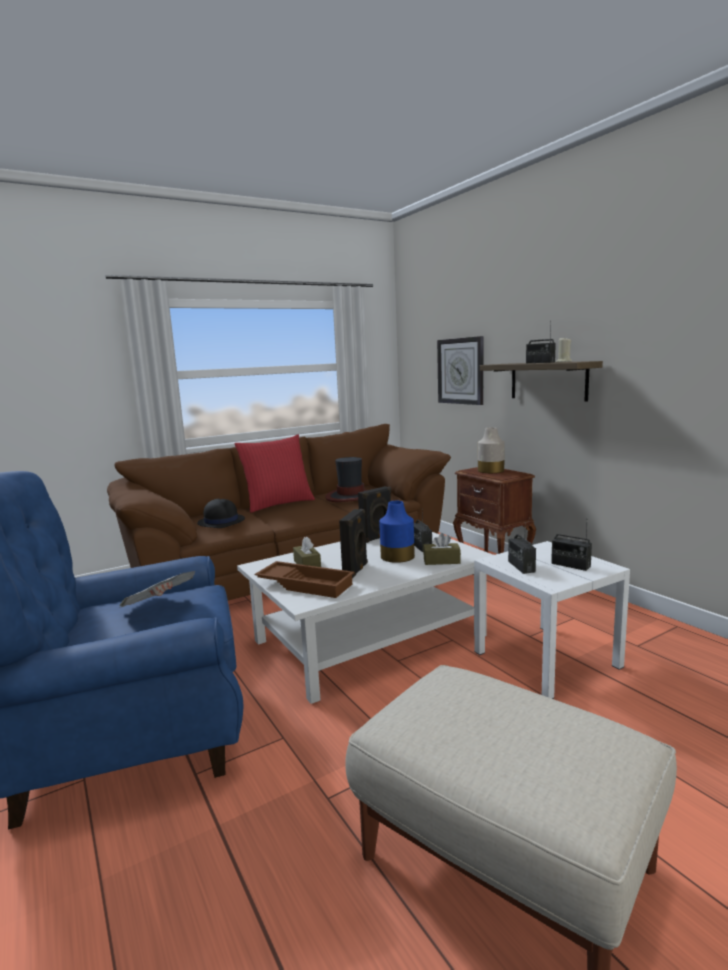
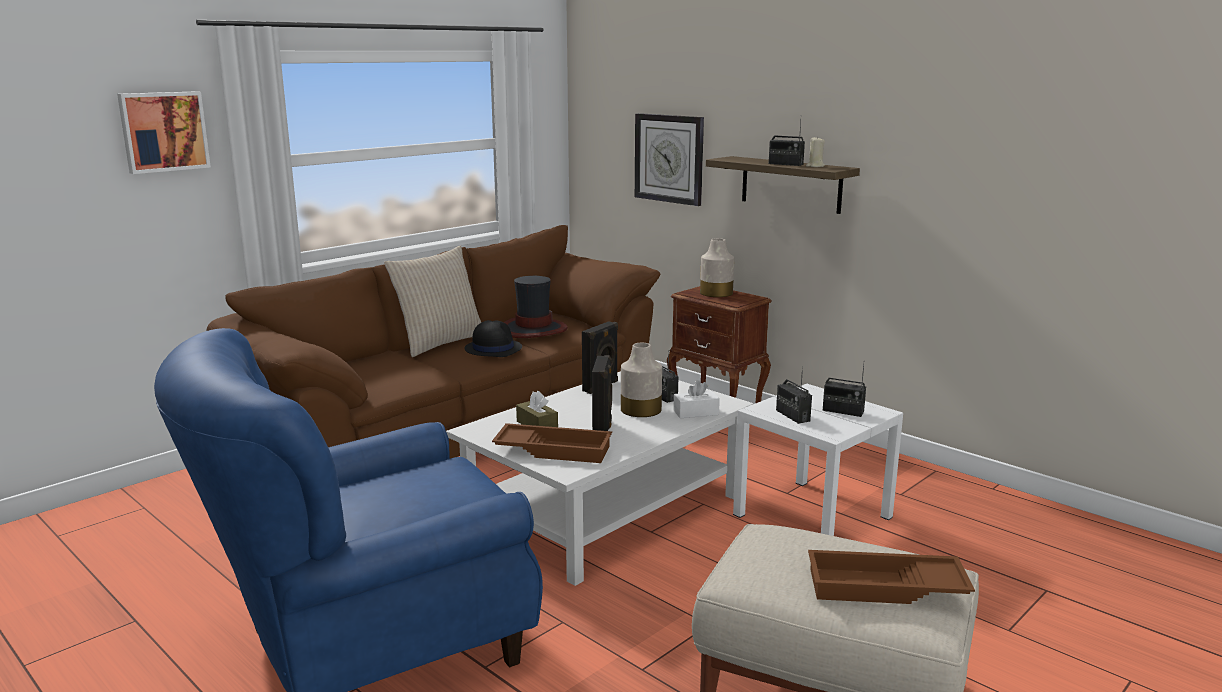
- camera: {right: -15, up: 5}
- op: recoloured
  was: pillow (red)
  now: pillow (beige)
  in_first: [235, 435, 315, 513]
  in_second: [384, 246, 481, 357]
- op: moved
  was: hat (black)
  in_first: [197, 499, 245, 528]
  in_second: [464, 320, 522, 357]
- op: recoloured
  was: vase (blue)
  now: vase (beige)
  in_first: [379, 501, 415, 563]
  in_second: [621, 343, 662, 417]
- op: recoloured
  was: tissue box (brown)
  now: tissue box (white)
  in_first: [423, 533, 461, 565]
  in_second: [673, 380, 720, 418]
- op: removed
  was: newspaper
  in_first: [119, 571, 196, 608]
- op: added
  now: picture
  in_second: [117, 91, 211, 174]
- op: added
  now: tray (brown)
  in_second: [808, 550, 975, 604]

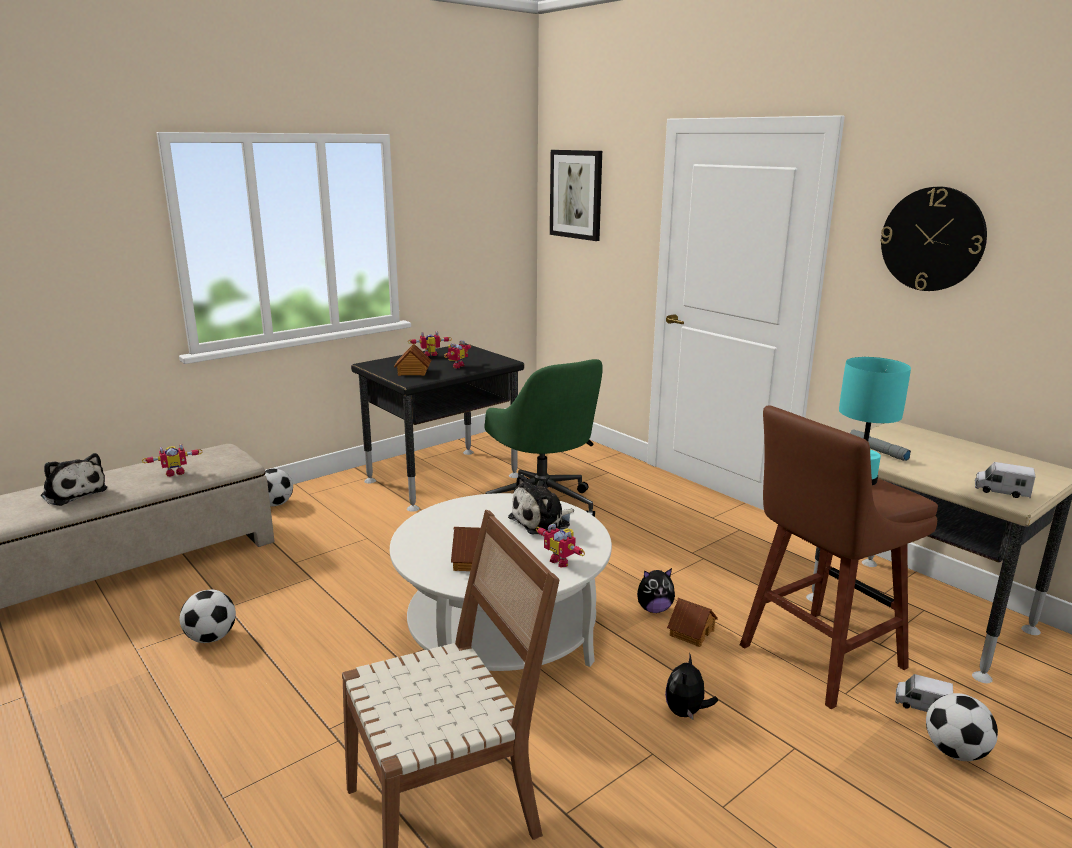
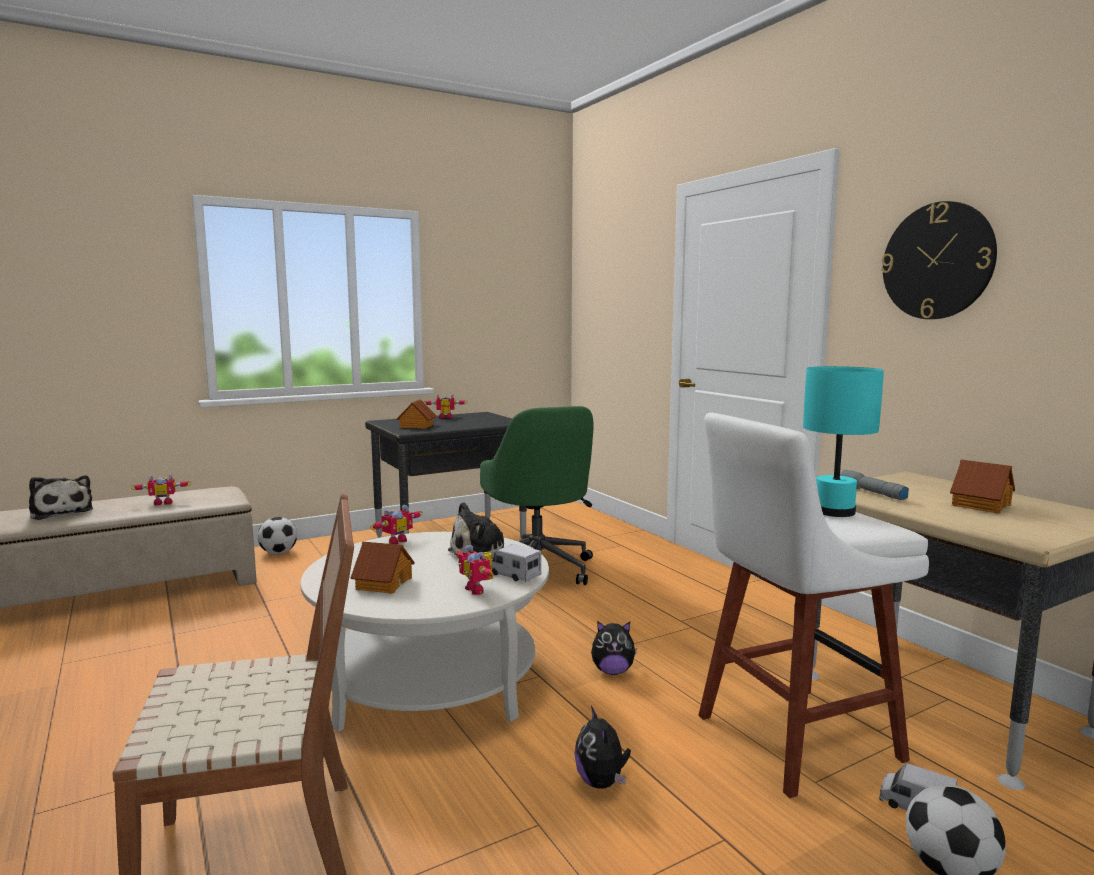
- camera: {right: 10, up: -10}
- op: removed
  was: picture
  in_first: [550, 150, 602, 241]
- op: moved
  was: toy robot
  in_first: [444, 340, 471, 369]
  in_second: [370, 505, 423, 544]
- op: recoloured
  was: stool (brown)
  now: stool (white)
  in_first: [740, 405, 938, 709]
  in_second: [698, 413, 929, 798]
- op: moved
  was: toy truck
  in_first: [975, 462, 1036, 498]
  in_second: [492, 544, 541, 582]
- op: removed
  was: football
  in_first: [180, 590, 236, 643]
- op: moved
  was: toy house
  in_first: [667, 598, 718, 647]
  in_second: [950, 459, 1015, 514]
- op: turned
  was: plush toy
  in_first: [665, 654, 718, 720]
  in_second: [574, 706, 631, 788]
  clockwise: -45

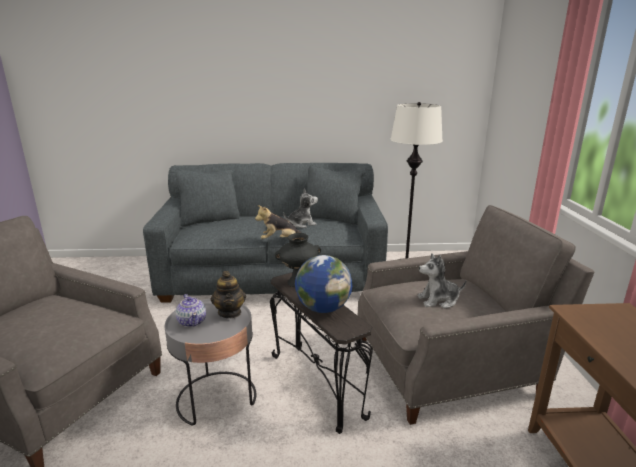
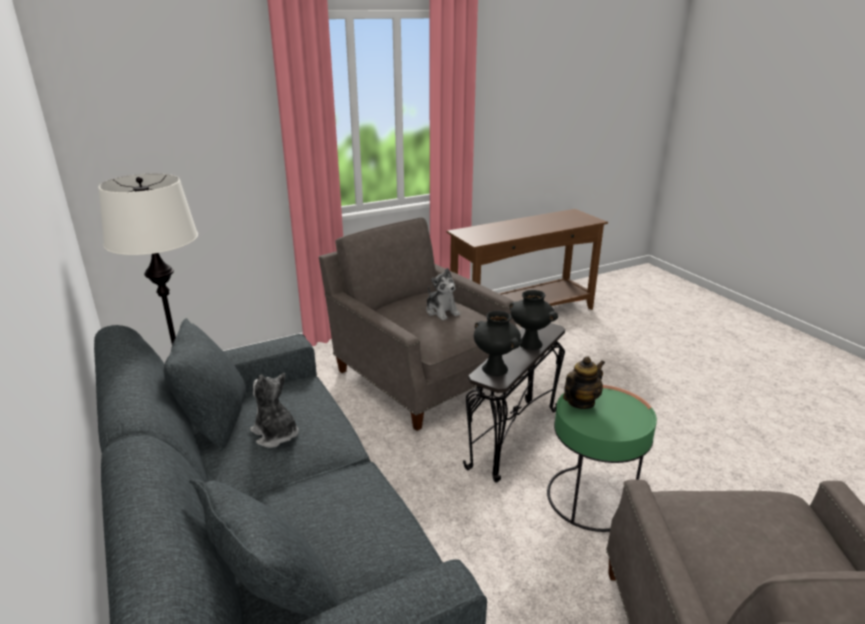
- camera: {right: -115, up: 5}
- op: removed
  was: plush toy
  in_first: [255, 205, 301, 239]
- op: replaced
  was: globe
  now: vase (black)
  in_first: [295, 255, 352, 313]
  in_second: [509, 290, 558, 350]
- op: removed
  was: teapot
  in_first: [176, 294, 206, 327]
- op: recoloured
  was: side table (grey)
  now: side table (green)
  in_first: [165, 299, 256, 426]
  in_second: [547, 385, 657, 532]

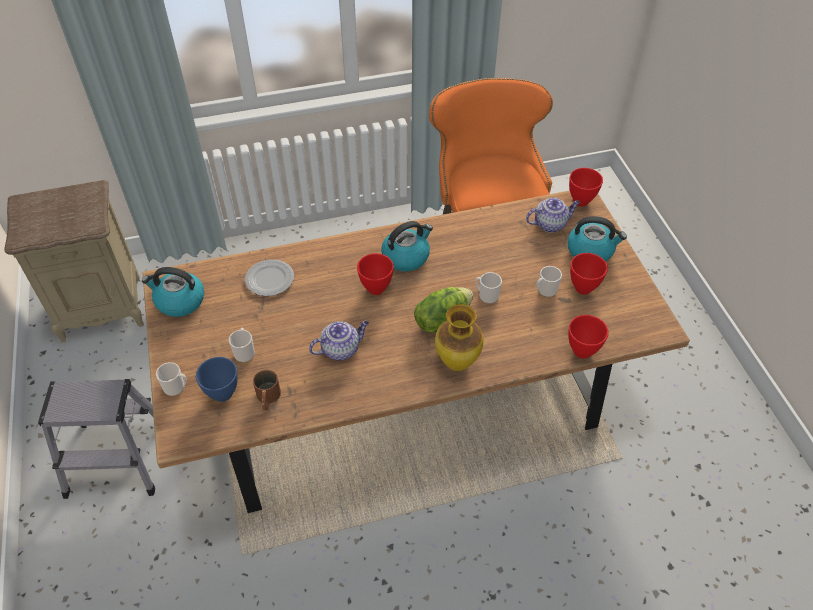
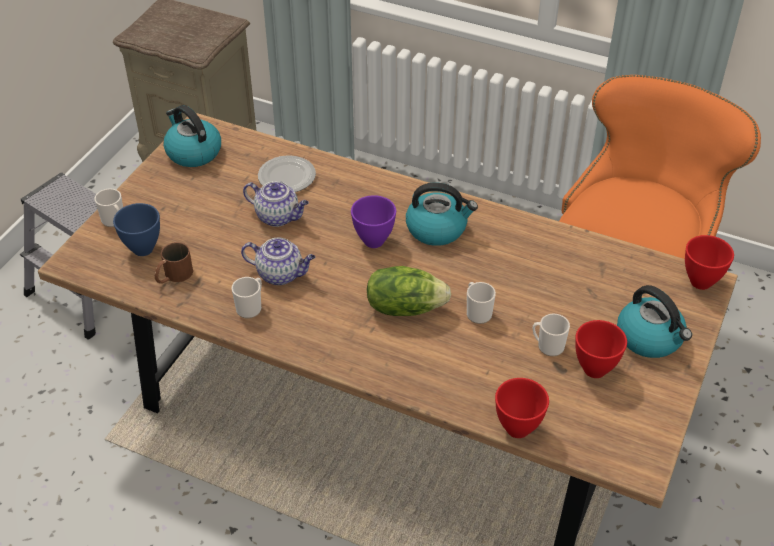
- camera: {right: 40, up: -5}
- op: moved
  was: teapot
  in_first: [526, 197, 580, 232]
  in_second: [243, 181, 309, 227]
- op: recoloured
  was: bowl (red)
  now: bowl (purple)
  in_first: [357, 253, 394, 295]
  in_second: [351, 195, 396, 248]
- op: removed
  was: vase
  in_first: [435, 304, 484, 371]
- op: moved
  was: mug
  in_first: [229, 328, 255, 363]
  in_second: [231, 277, 262, 318]

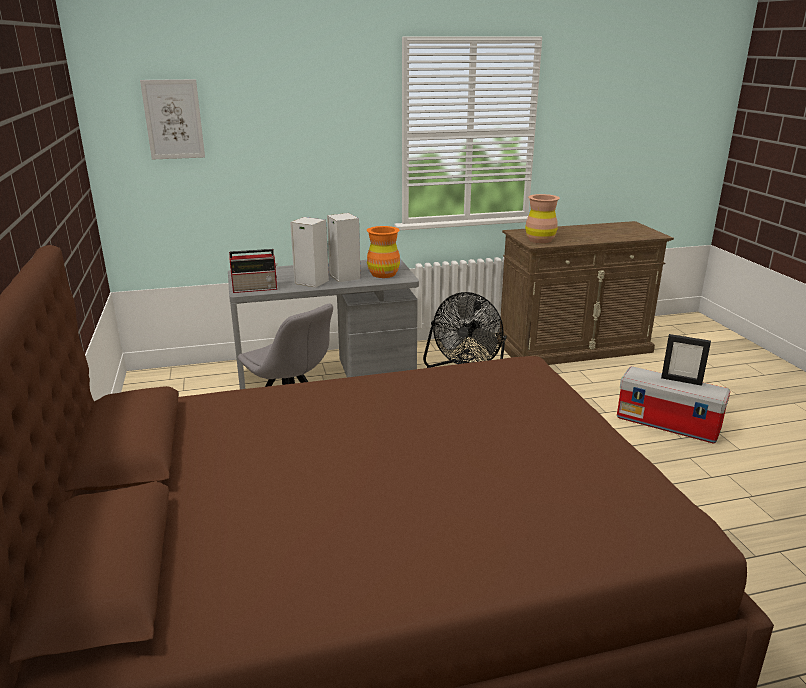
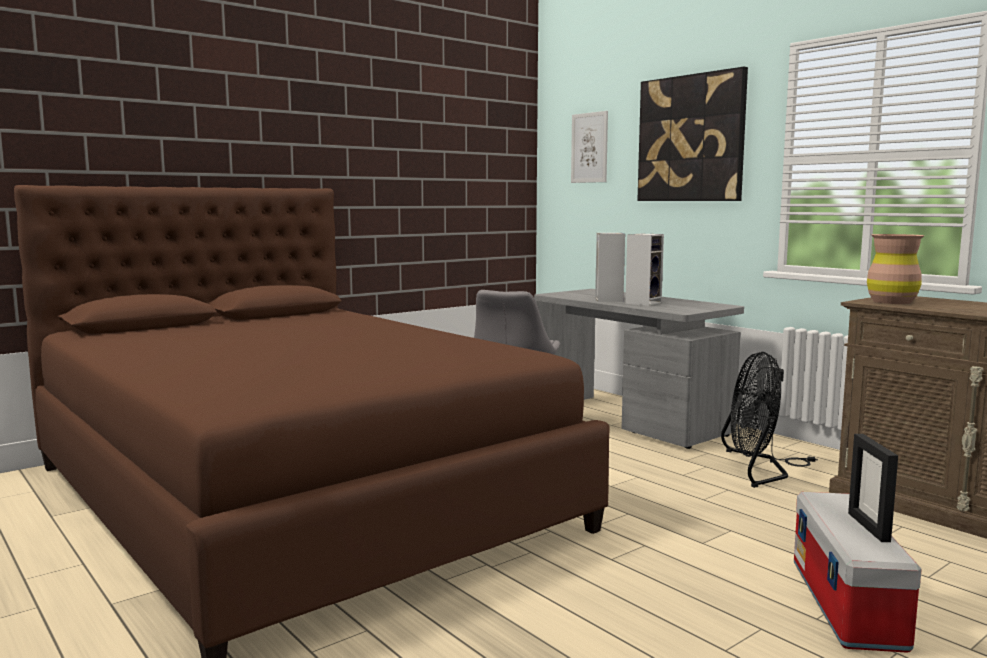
- camera: {right: 65, up: -15}
- op: removed
  was: vase (orange)
  in_first: [367, 226, 400, 278]
- op: removed
  was: radio
  in_first: [229, 249, 277, 293]
- op: added
  now: picture
  in_second: [637, 67, 748, 201]

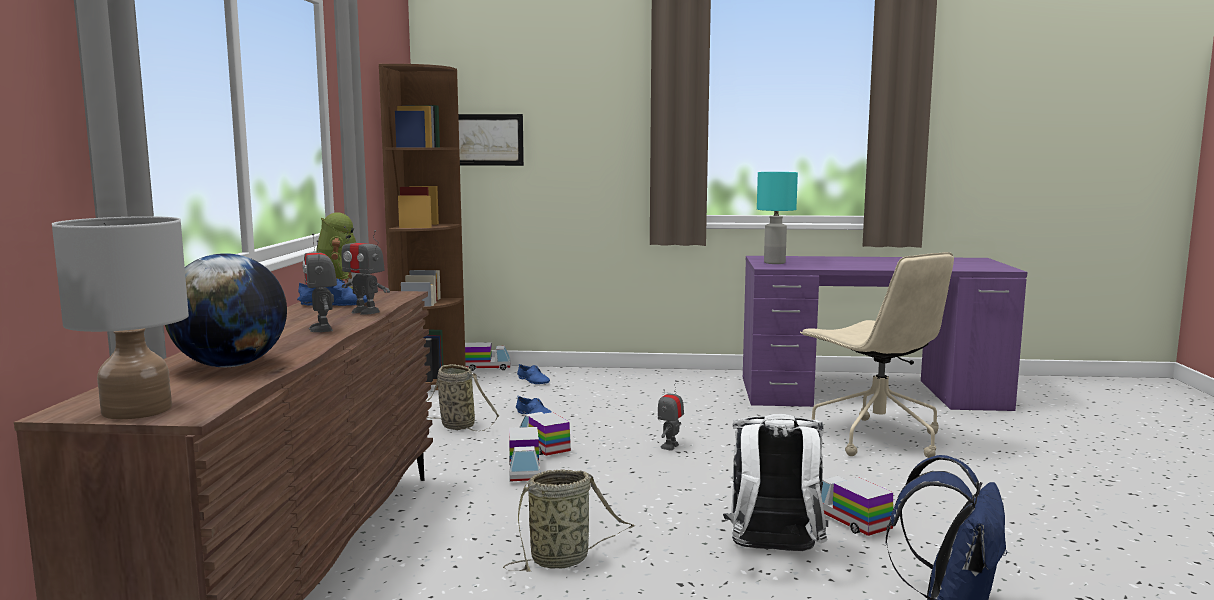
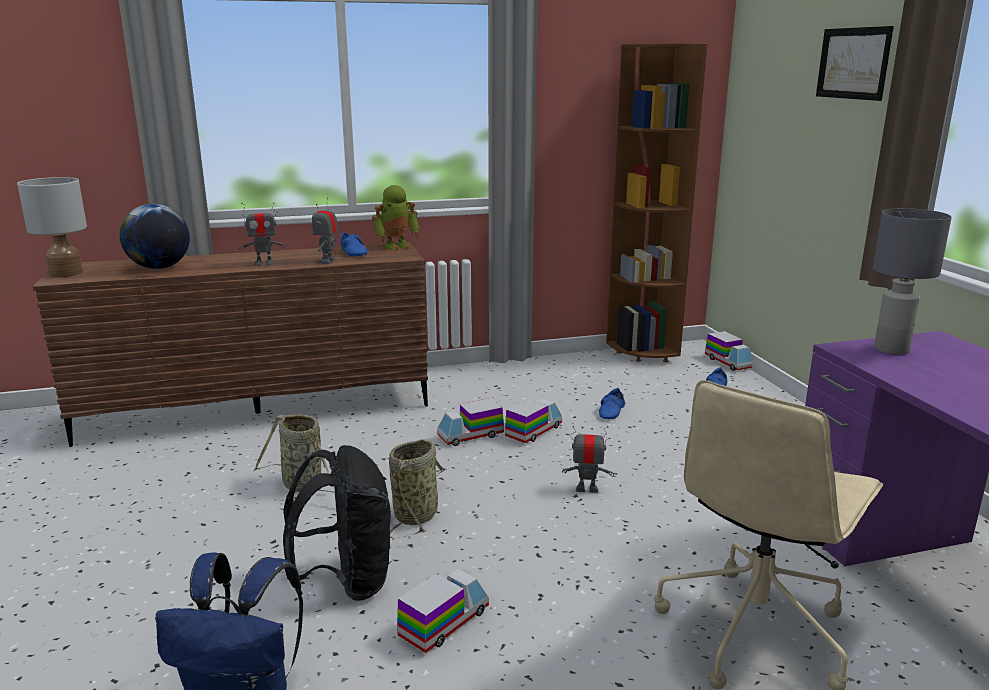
- camera: {right: 70, up: 10}
- op: moved
  was: picture
  in_first: [458, 114, 524, 166]
  in_second: [816, 26, 894, 101]
- op: recoloured
  was: table lamp (turquoise)
  now: table lamp (grey)
  in_first: [757, 172, 798, 264]
  in_second: [873, 208, 952, 355]
- op: turned
  was: toy robot
  in_first: [303, 233, 337, 332]
  in_second: [239, 203, 287, 266]
  clockwise: -150
- op: moved
  was: basket
  in_first: [426, 364, 499, 431]
  in_second: [389, 439, 447, 538]
- op: recoloured
  was: backpack (white)
  now: backpack (black)
  in_first: [723, 414, 828, 551]
  in_second: [283, 445, 392, 601]

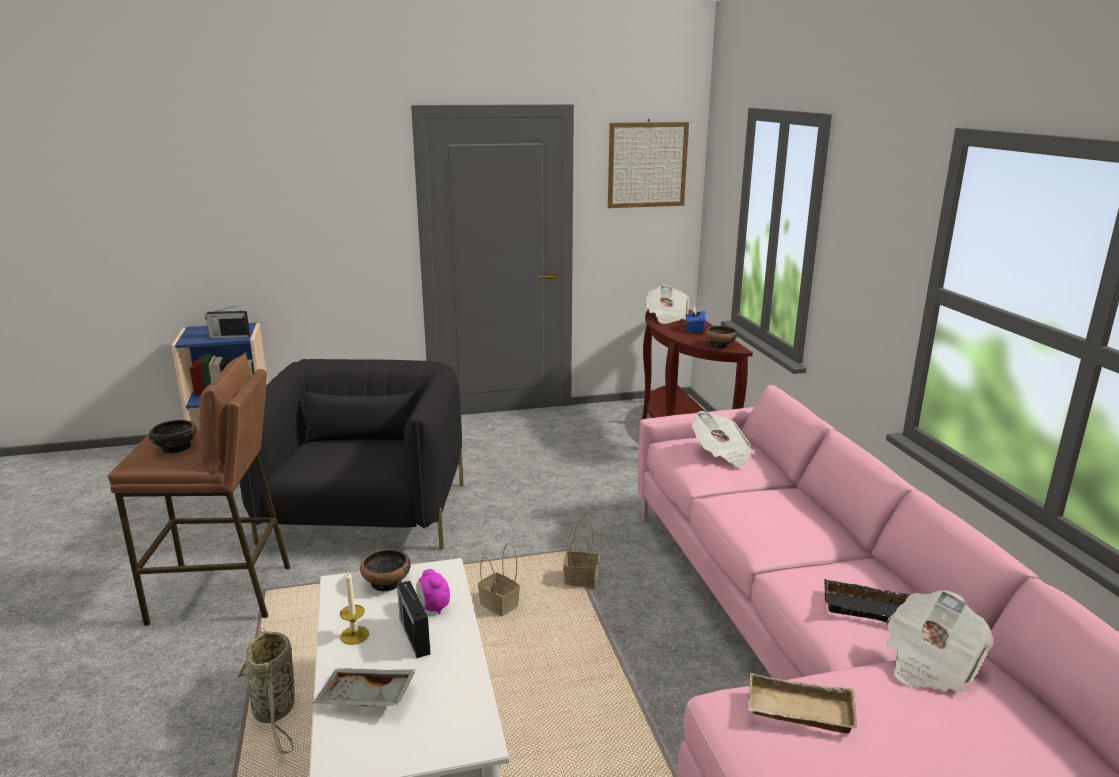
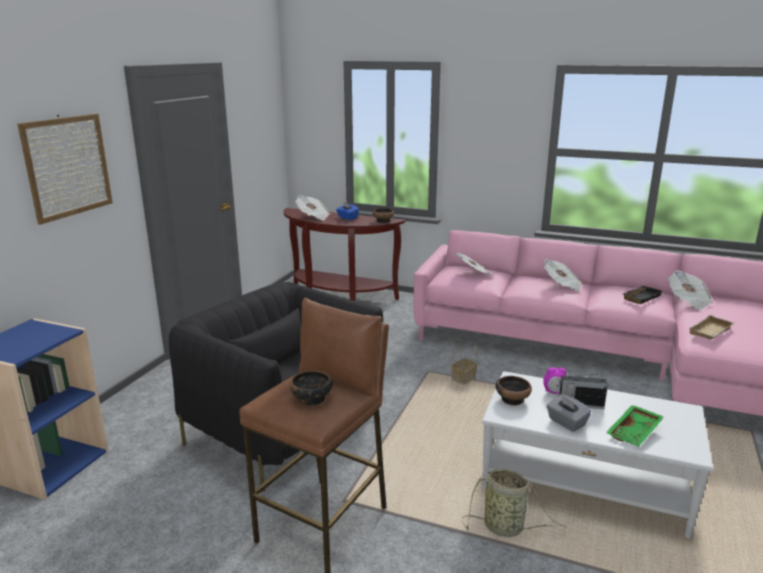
- camera: {right: -55, up: 0}
- op: moved
  was: picture
  in_first: [608, 119, 689, 208]
  in_second: [17, 114, 113, 225]
- op: removed
  was: radio
  in_first: [205, 305, 250, 338]
- op: removed
  was: basket
  in_first: [478, 543, 520, 616]
- op: replaced
  was: candle
  now: tissue box (grey)
  in_first: [340, 571, 369, 645]
  in_second: [546, 394, 591, 432]
- op: recoloured
  was: tray (grey)
  now: tray (green)
  in_first: [313, 668, 416, 707]
  in_second: [606, 405, 664, 446]
- op: added
  now: newspaper
  in_second: [544, 259, 582, 292]

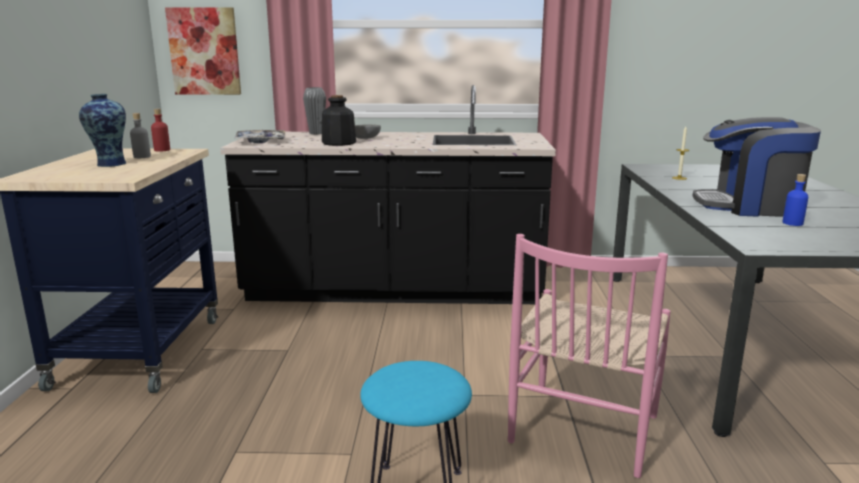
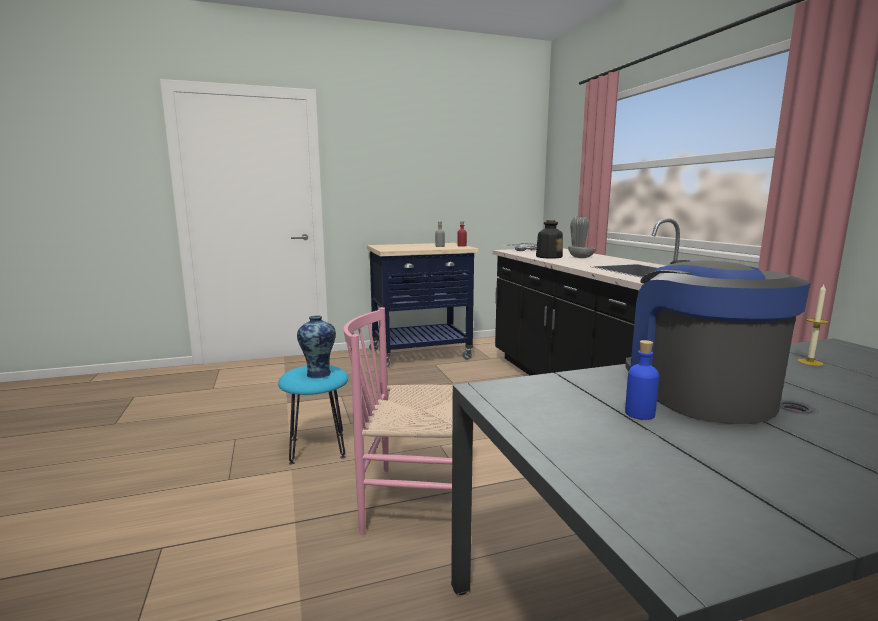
- camera: {right: 70, up: -5}
- op: removed
  was: picture
  in_first: [165, 8, 241, 95]
- op: moved
  was: vase
  in_first: [79, 94, 126, 167]
  in_second: [297, 315, 336, 378]

